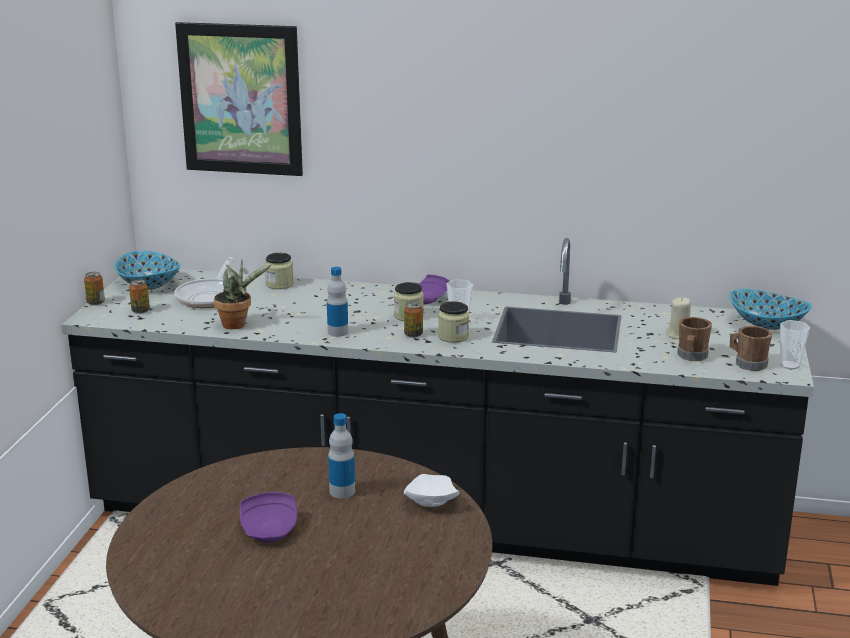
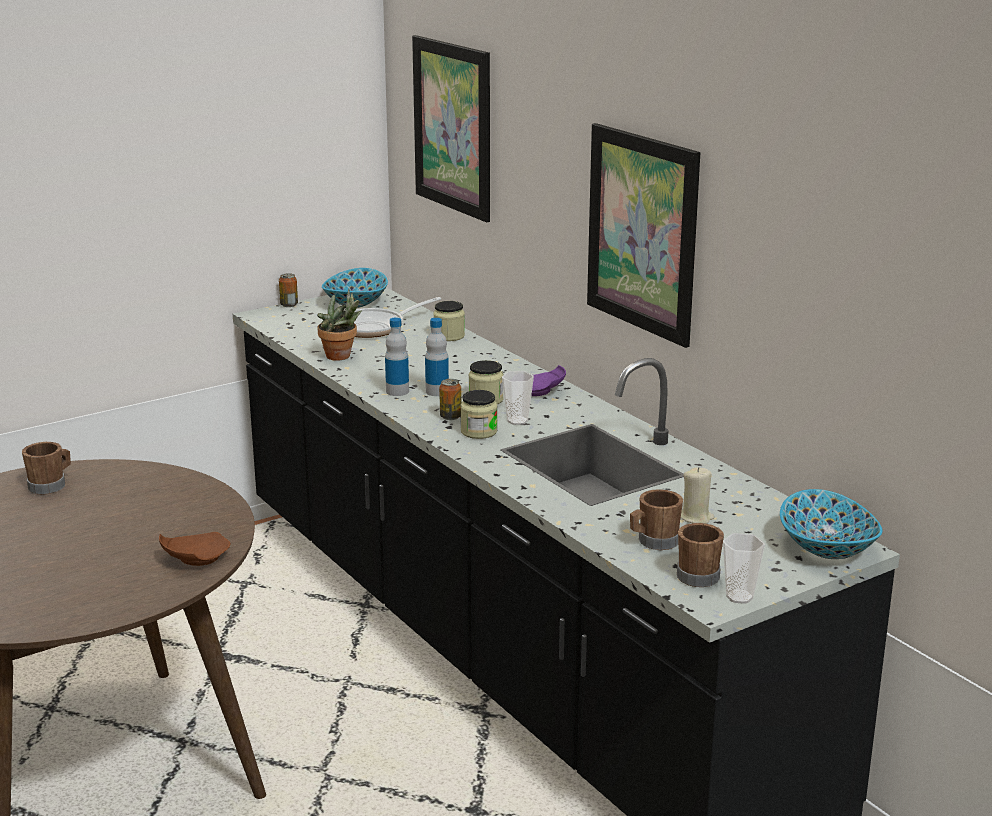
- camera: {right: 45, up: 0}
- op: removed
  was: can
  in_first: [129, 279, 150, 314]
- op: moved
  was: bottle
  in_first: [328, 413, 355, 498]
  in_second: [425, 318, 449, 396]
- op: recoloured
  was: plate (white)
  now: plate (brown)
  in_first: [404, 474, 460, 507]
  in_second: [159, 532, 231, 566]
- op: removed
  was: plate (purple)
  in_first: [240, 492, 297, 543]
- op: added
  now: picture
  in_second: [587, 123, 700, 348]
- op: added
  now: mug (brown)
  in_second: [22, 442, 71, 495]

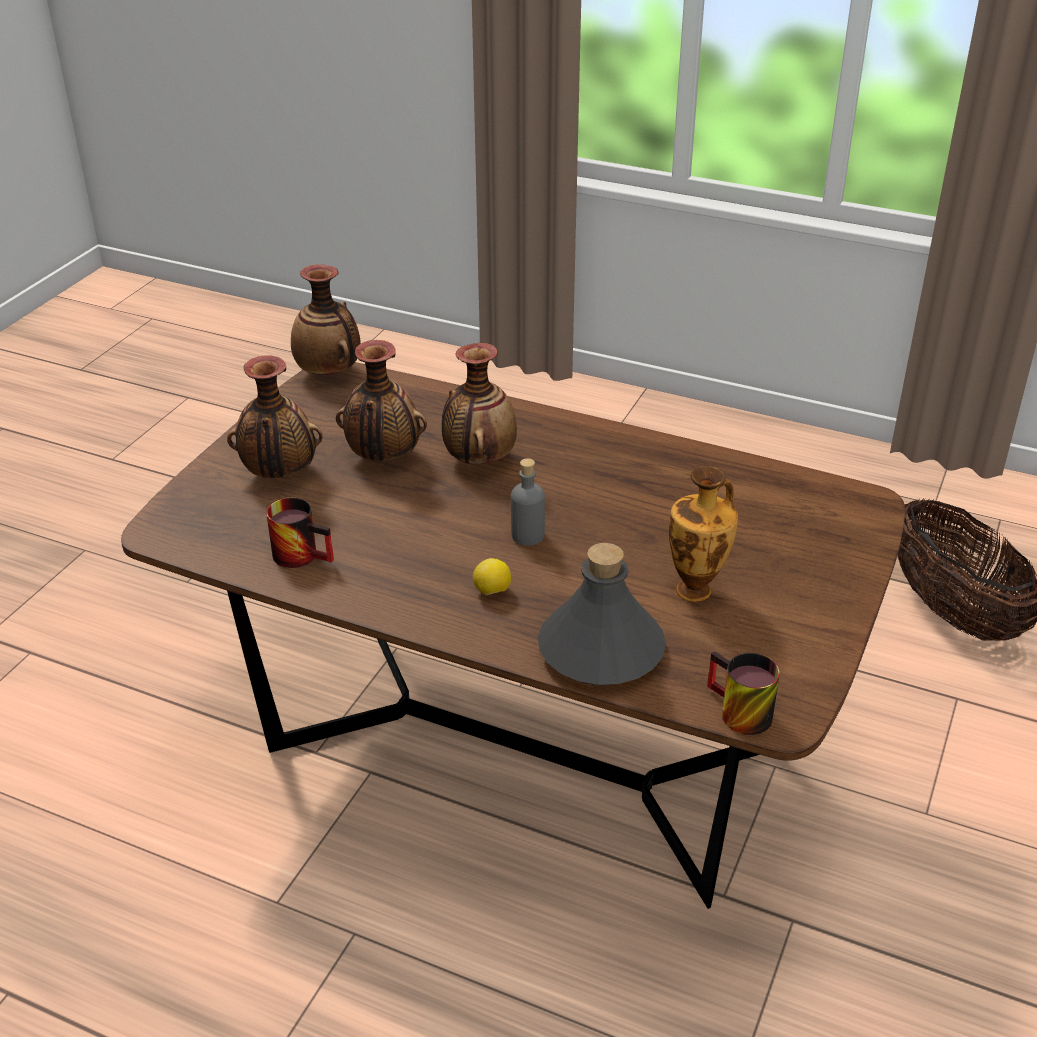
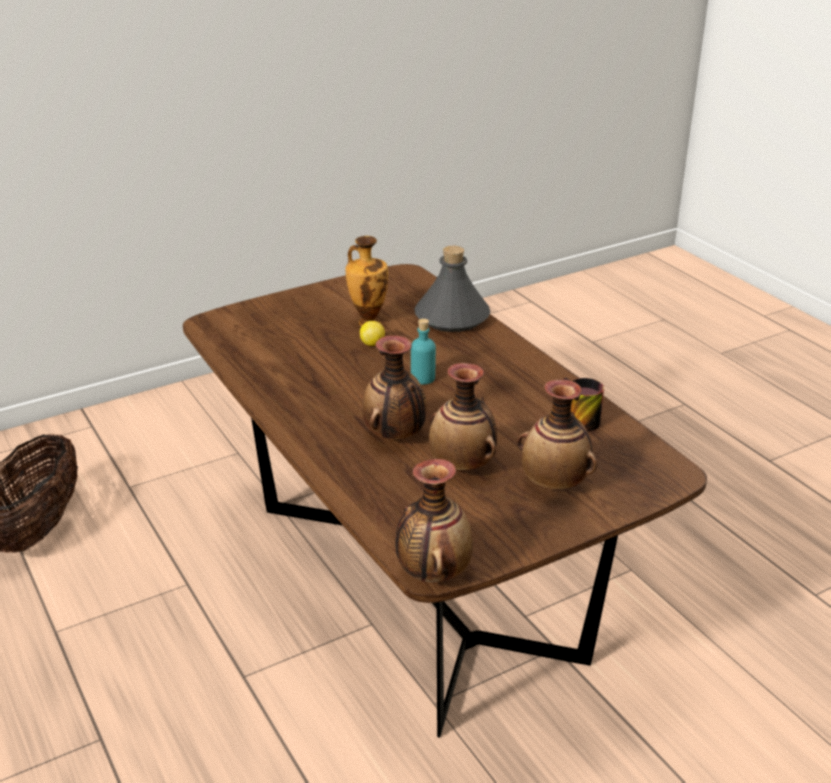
- camera: {right: -145, up: -5}
- op: recoloured
  was: bottle (grey)
  now: bottle (turquoise)
  in_first: [511, 458, 545, 546]
  in_second: [411, 319, 436, 385]
- op: moved
  was: lemon
  in_first: [473, 558, 511, 595]
  in_second: [360, 321, 385, 346]
- op: removed
  was: mug
  in_first: [707, 651, 780, 735]

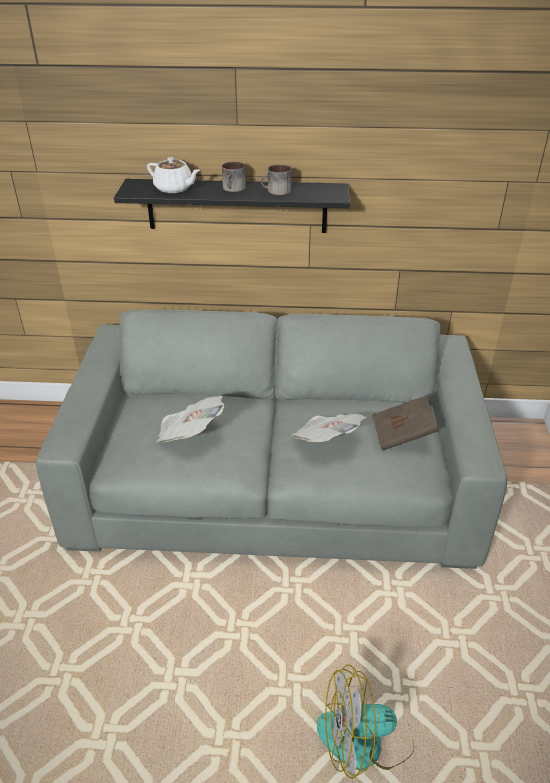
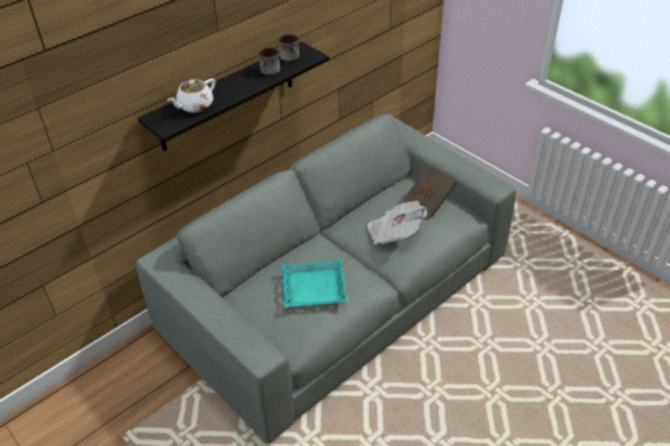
- camera: {right: -45, up: 5}
- op: turned
  was: teapot (white)
  in_first: [147, 157, 200, 193]
  in_second: [167, 79, 215, 113]
  clockwise: 150
- op: moved
  was: mug
  in_first: [222, 162, 246, 192]
  in_second: [279, 34, 299, 61]
- op: replaced
  was: newspaper
  now: tray (turquoise)
  in_first: [156, 396, 224, 443]
  in_second: [281, 259, 348, 308]
- op: removed
  was: fan
  in_first: [317, 665, 414, 779]

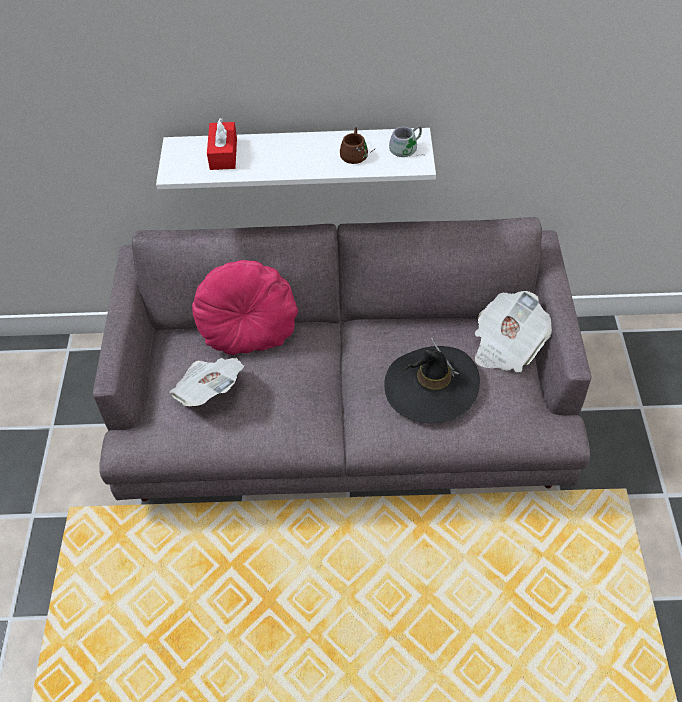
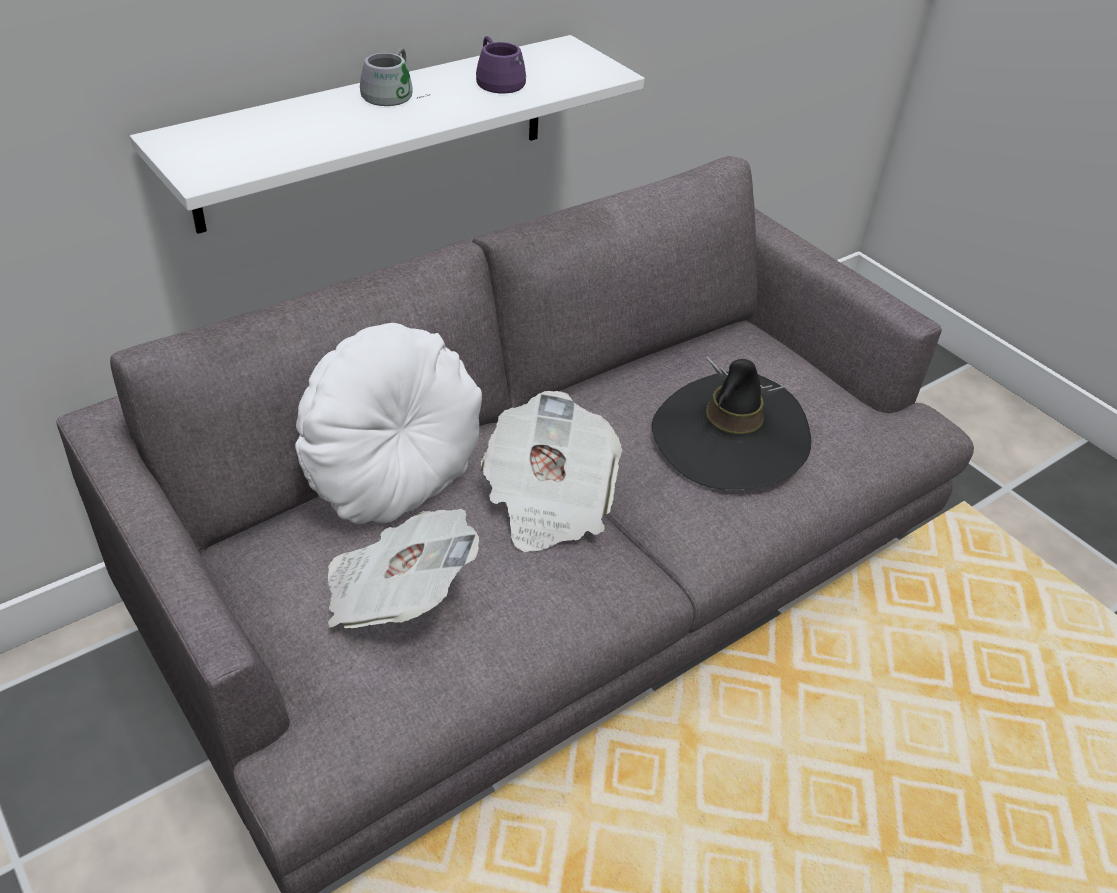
- camera: {right: -40, up: -10}
- op: removed
  was: tissue box (red)
  in_first: [207, 118, 237, 170]
- op: moved
  was: mug (grey)
  in_first: [389, 126, 422, 157]
  in_second: [360, 48, 431, 106]
- op: recoloured
  was: mug (brown)
  now: mug (purple)
  in_first: [340, 127, 376, 164]
  in_second: [476, 36, 526, 94]
- op: recoloured
  was: pillow (pink)
  now: pillow (white)
  in_first: [192, 260, 298, 355]
  in_second: [295, 323, 482, 524]
- op: moved
  was: newspaper
  in_first: [475, 291, 552, 372]
  in_second: [481, 391, 622, 552]

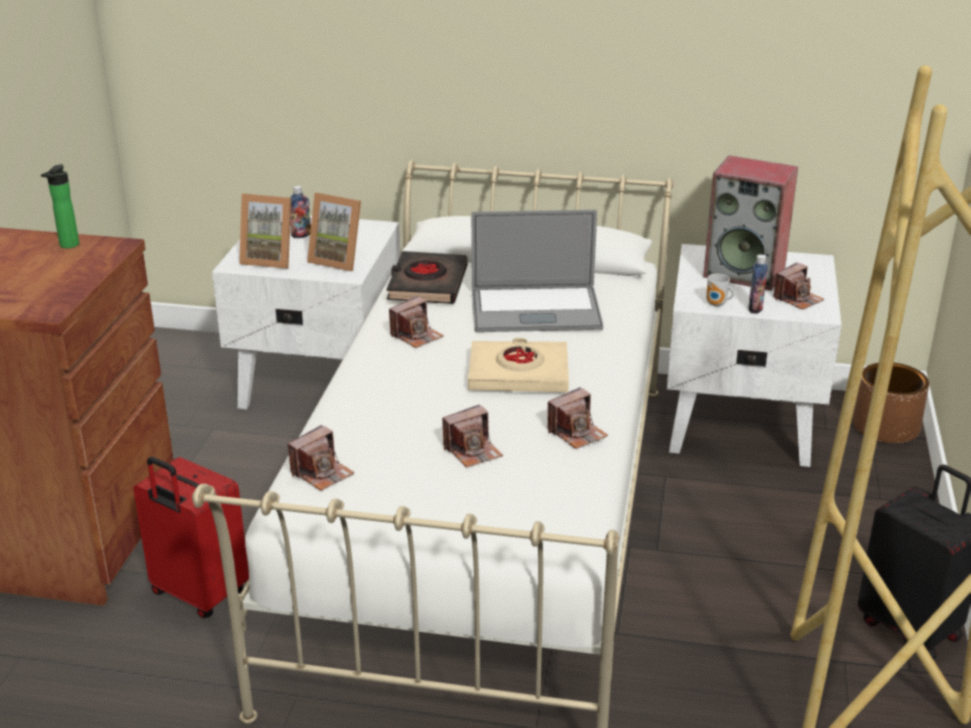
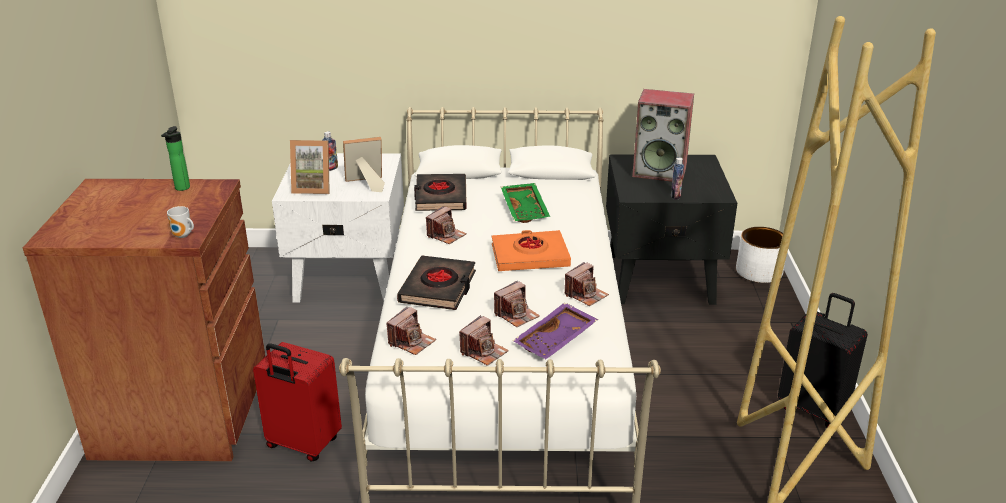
- camera: {right: -10, up: 0}
- op: turned
  was: picture frame
  in_first: [307, 193, 361, 271]
  in_second: [343, 137, 385, 192]
  clockwise: 150
- op: replaced
  was: laptop
  now: tray (green)
  in_first: [471, 210, 603, 332]
  in_second: [501, 183, 550, 223]
- op: recoloured
  was: nightstand (white)
  now: nightstand (black)
  in_first: [667, 244, 842, 467]
  in_second: [606, 154, 737, 305]
- op: moved
  was: photo camera
  in_first: [773, 262, 824, 310]
  in_second: [459, 315, 509, 366]
- op: moved
  was: mug
  in_first: [706, 274, 734, 307]
  in_second: [167, 206, 194, 238]
- op: recoloured
  was: book (beige)
  now: book (orange)
  in_first: [468, 338, 569, 392]
  in_second: [492, 230, 571, 271]
- op: recoloured
  was: planter (brown)
  now: planter (white)
  in_first: [853, 363, 929, 444]
  in_second: [736, 227, 785, 283]
- op: added
  now: book (black)
  in_second: [397, 256, 476, 310]
- op: added
  now: tray (purple)
  in_second: [513, 302, 598, 359]

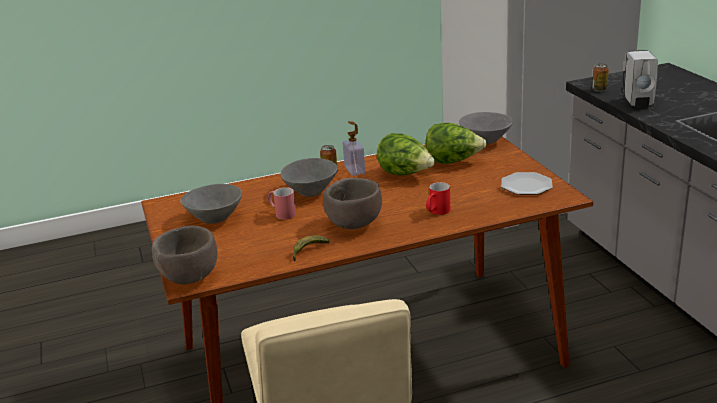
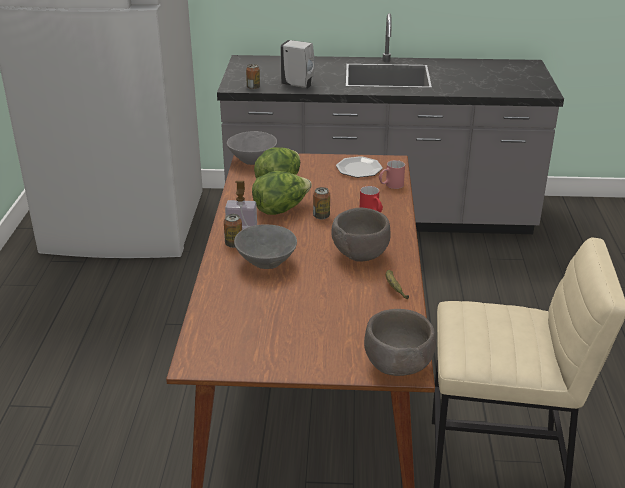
- camera: {right: -70, up: 5}
- op: removed
  was: bowl (grey)
  in_first: [180, 184, 242, 224]
- op: moved
  was: mug (red)
  in_first: [268, 187, 296, 220]
  in_second: [379, 160, 405, 189]
- op: added
  now: can
  in_second: [313, 187, 330, 219]

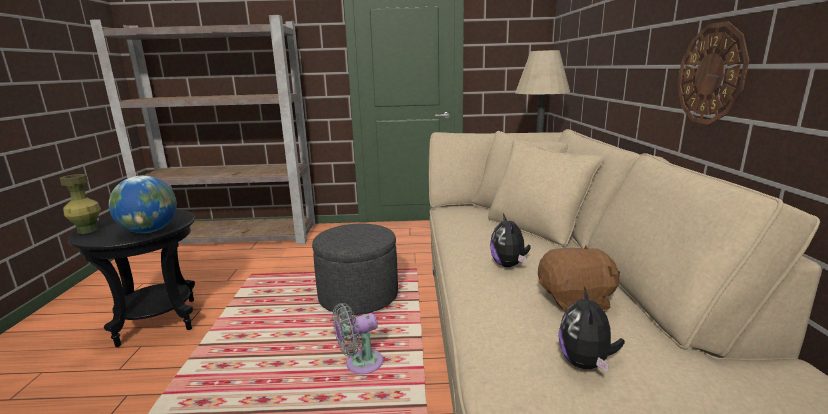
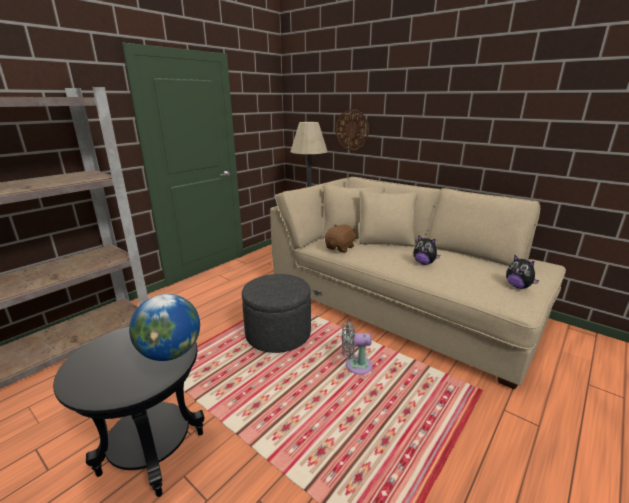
- camera: {right: -50, up: 5}
- op: moved
  was: wall clock
  in_first: [677, 21, 749, 125]
  in_second: [336, 109, 369, 150]
- op: removed
  was: vase (green)
  in_first: [60, 174, 101, 234]
- op: moved
  was: plush toy (brown)
  in_first: [538, 245, 620, 311]
  in_second: [325, 224, 357, 253]
- op: turned
  was: fan (grey)
  in_first: [332, 303, 383, 374]
  in_second: [342, 321, 373, 374]
  clockwise: 75

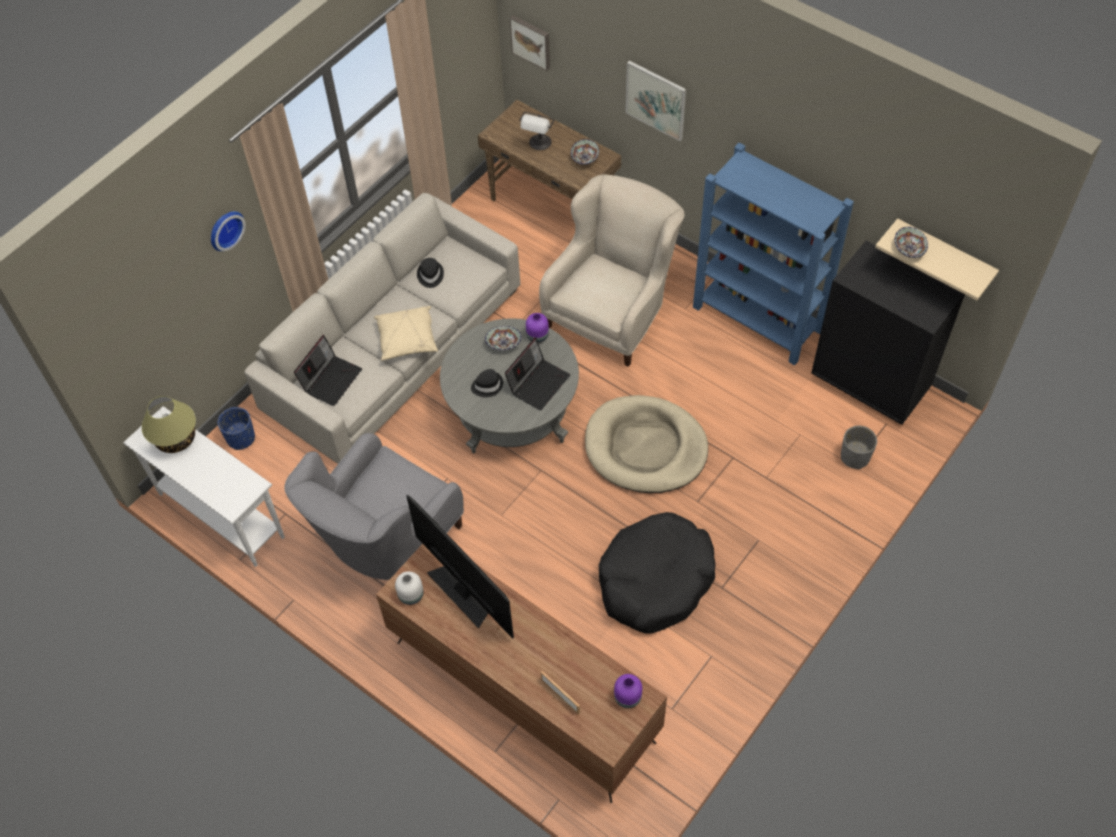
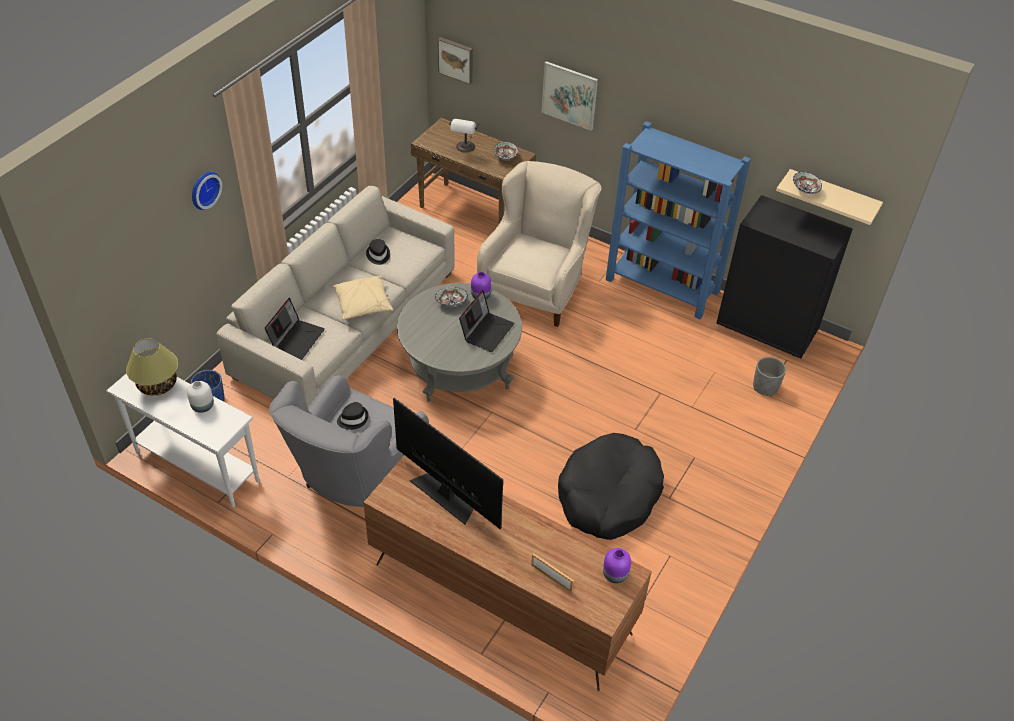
- camera: {right: -10, up: -10}
- op: moved
  was: hat (black)
  in_first: [471, 369, 503, 397]
  in_second: [337, 402, 368, 430]
- op: removed
  was: dog bed (beige)
  in_first: [585, 395, 708, 493]
- op: moved
  was: vase (white)
  in_first: [395, 571, 424, 605]
  in_second: [187, 381, 214, 413]

